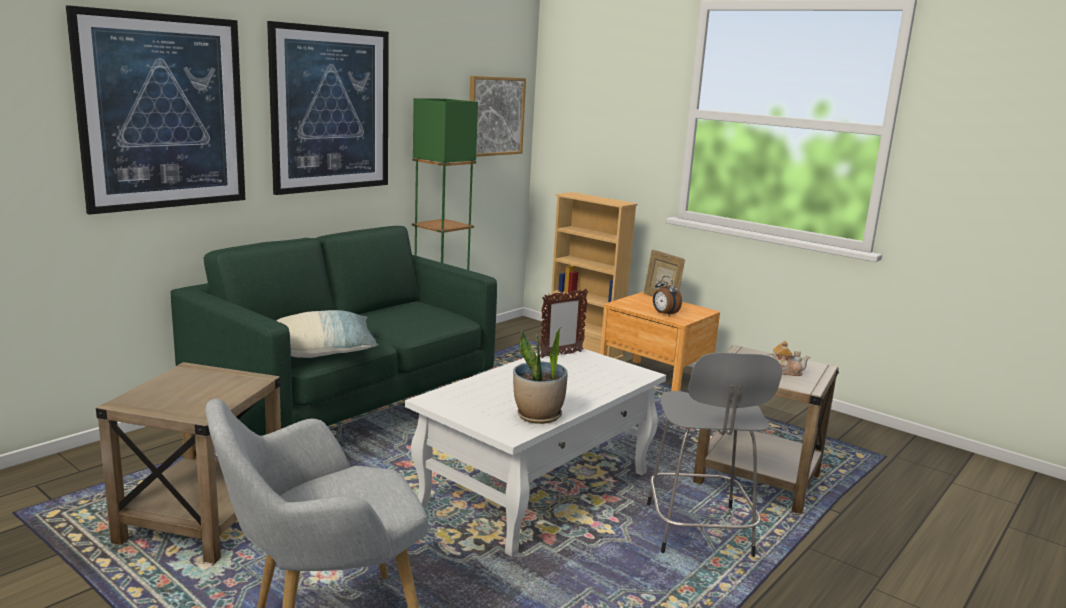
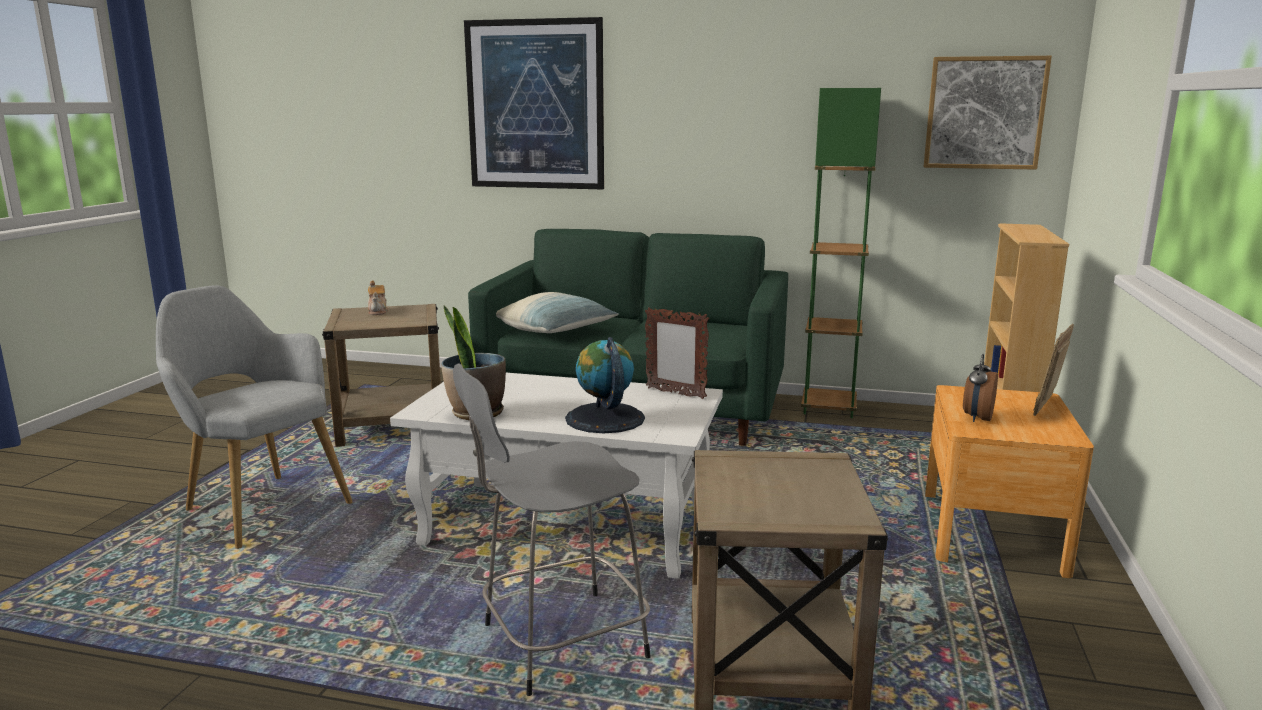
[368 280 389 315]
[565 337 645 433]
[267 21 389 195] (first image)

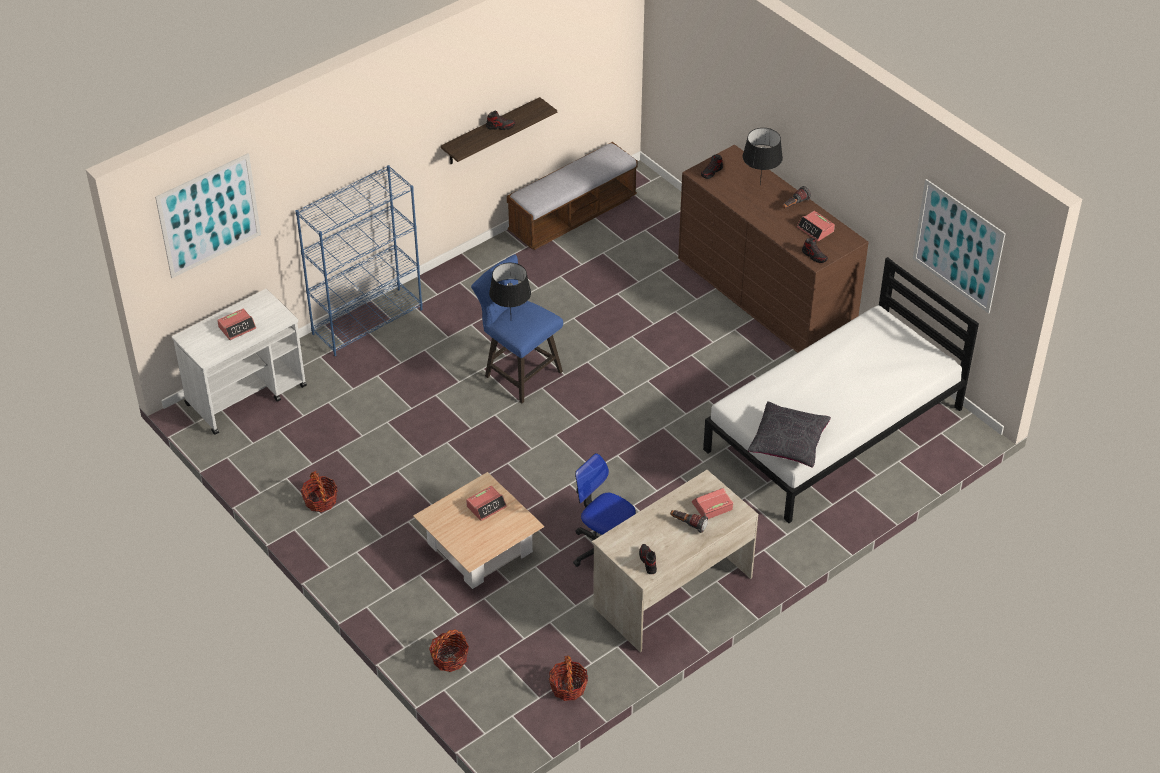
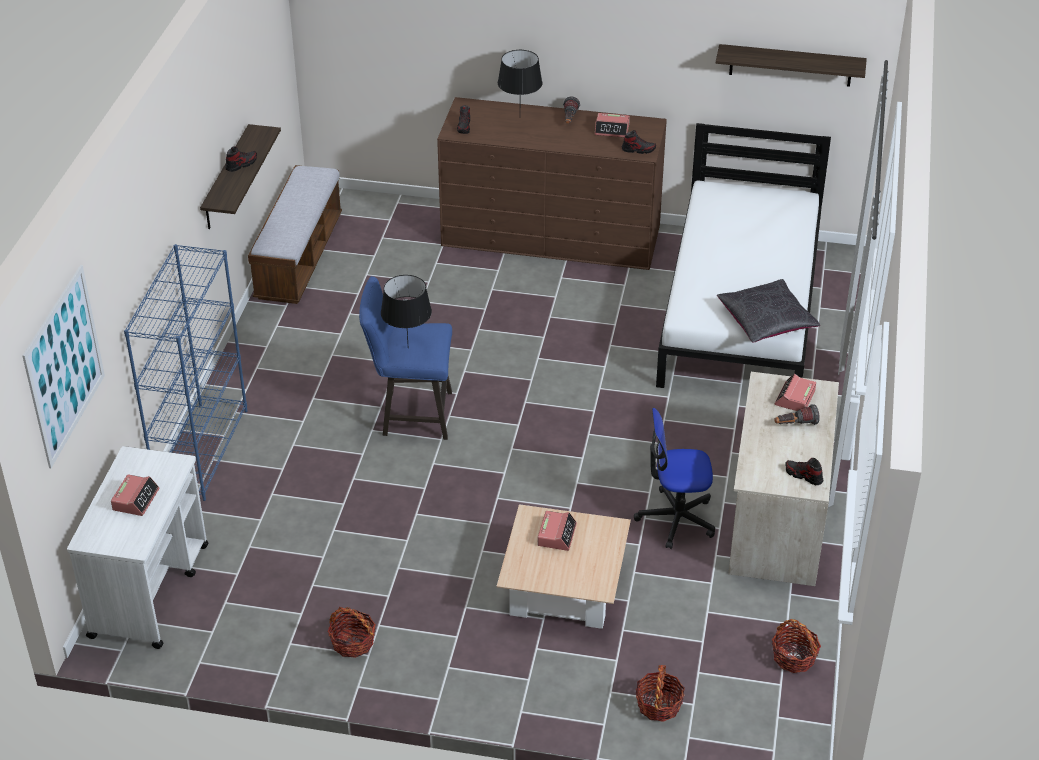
[716 44 867 87]

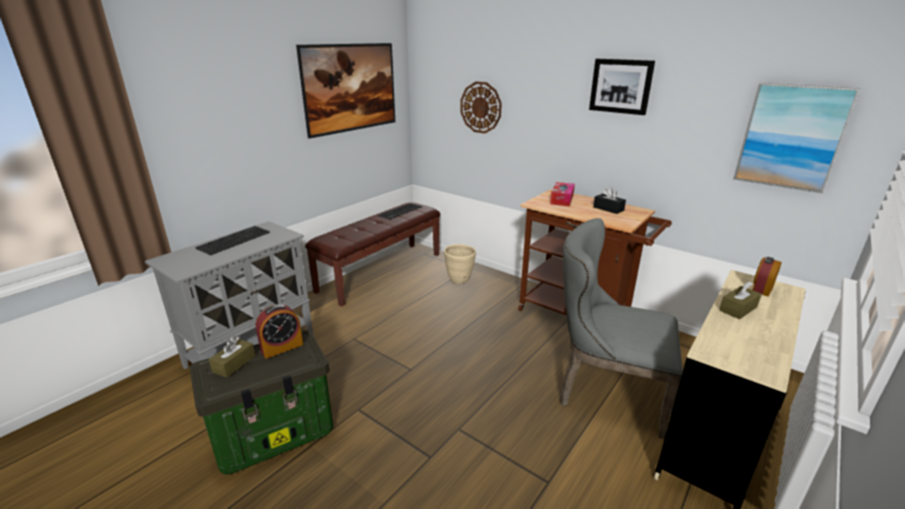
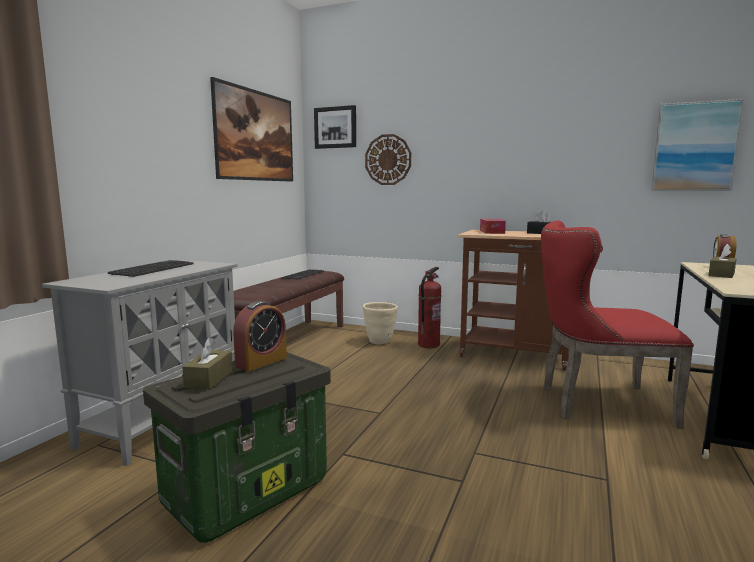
[314 105 356 149]
[418 267 441 348]
[541 221 694 429]

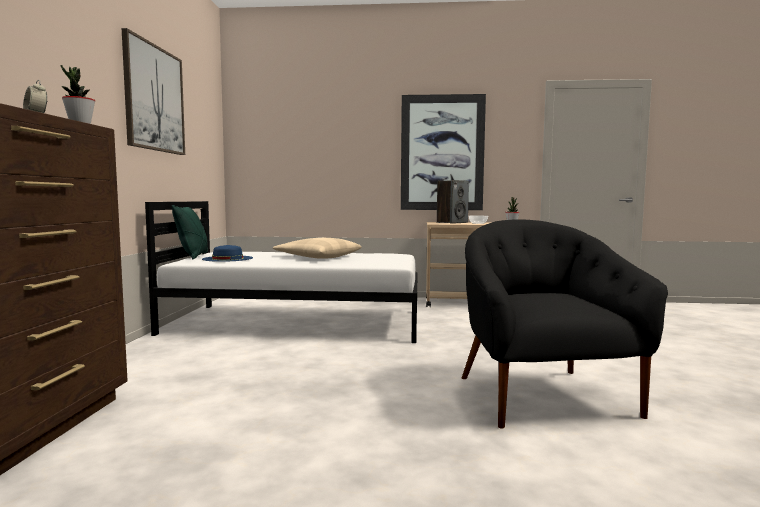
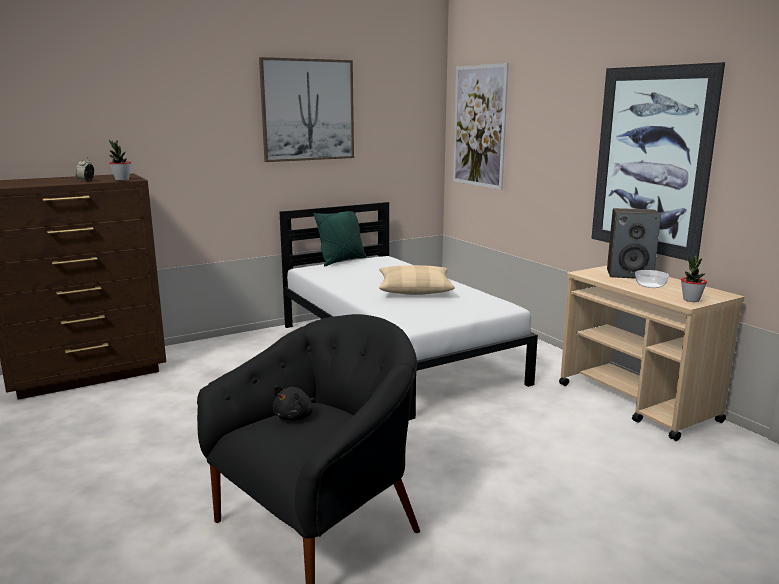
[273 386 316 421]
[453 63 509 190]
[202 245 253 262] (first image)

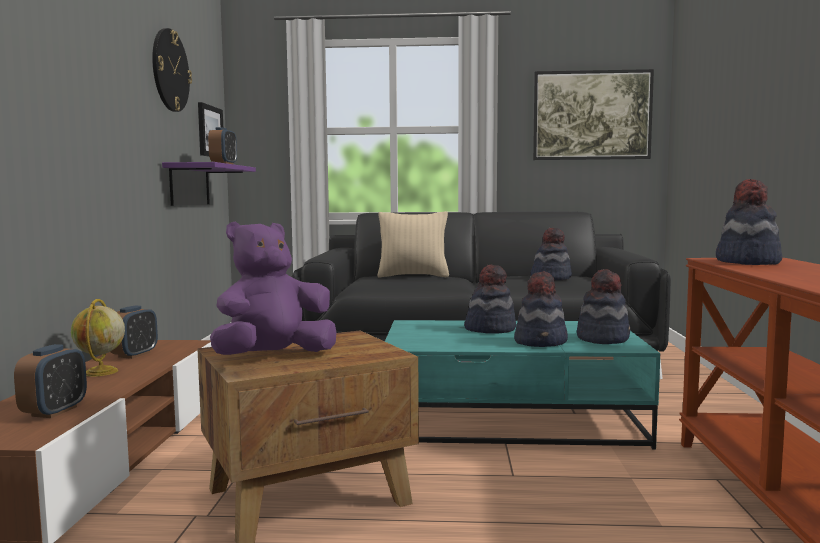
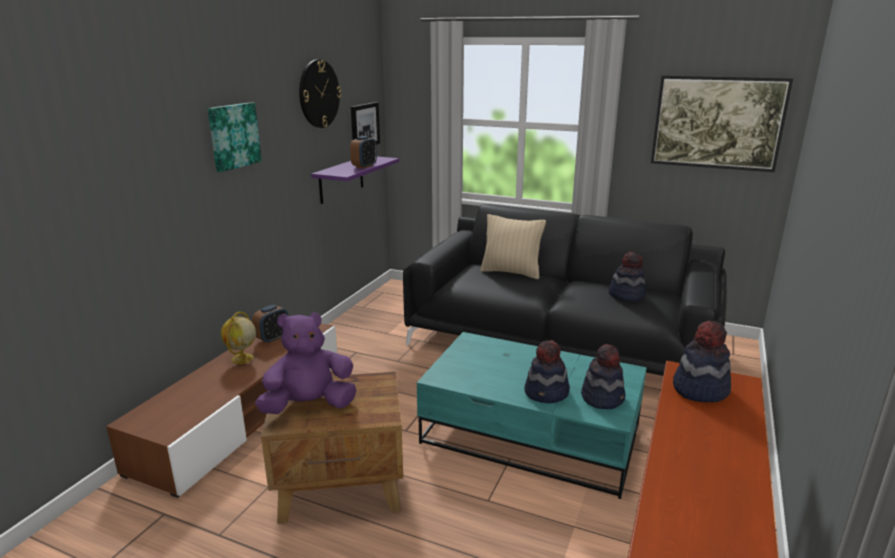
[208 102 262 172]
[14 344 87 418] (first image)
[464 265 516 334] (first image)

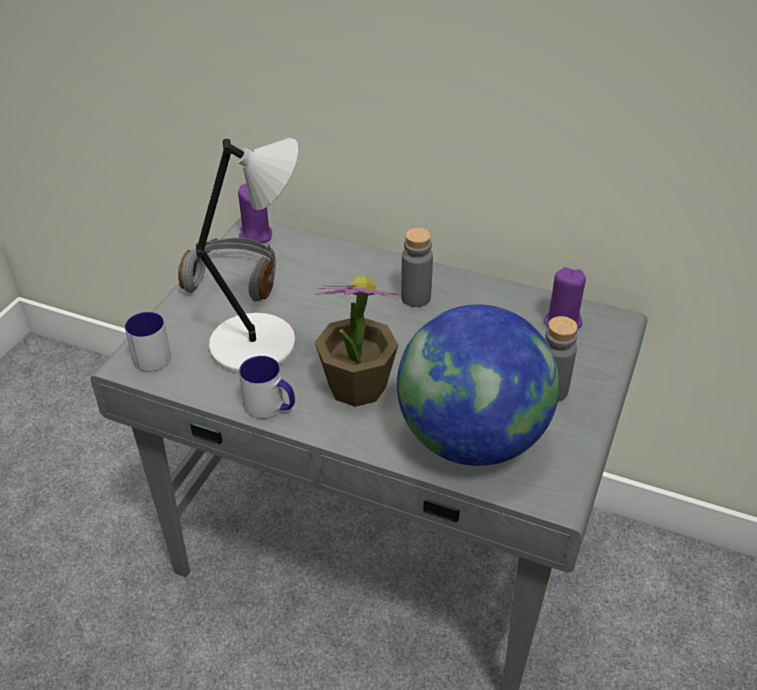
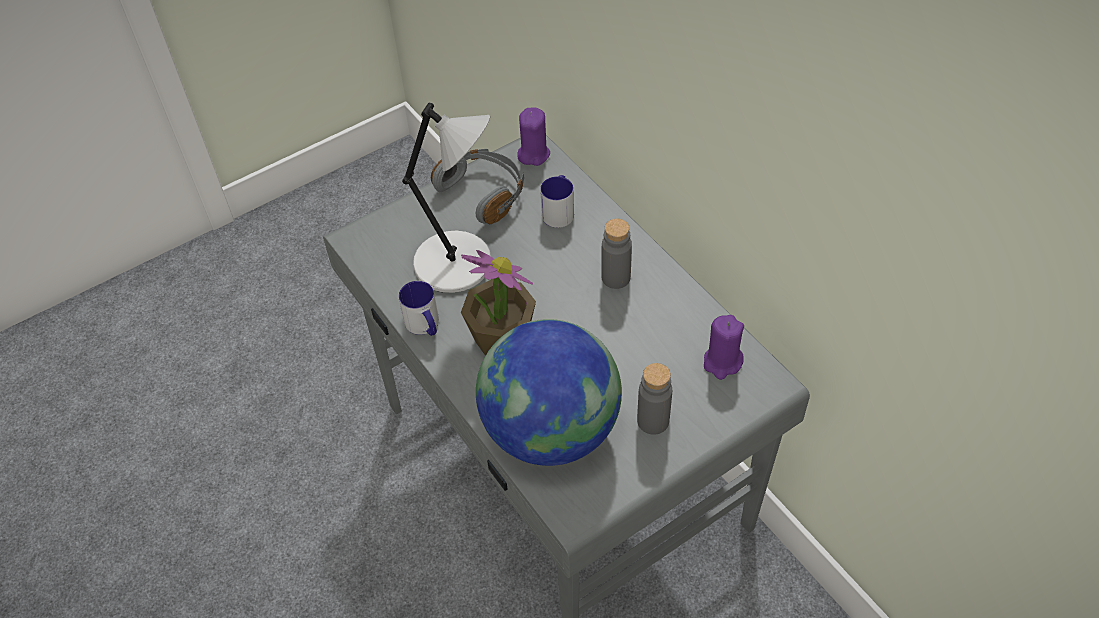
[540 175 574 228]

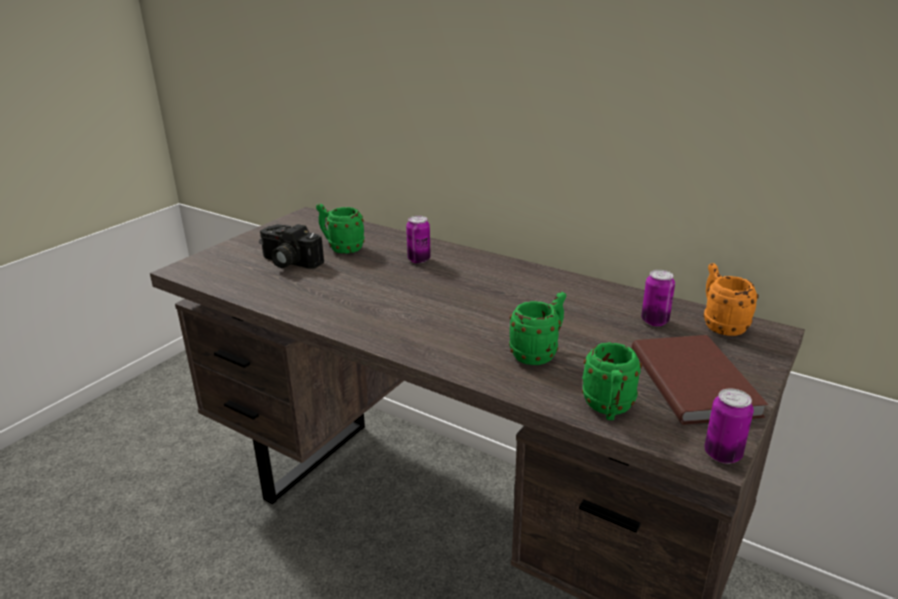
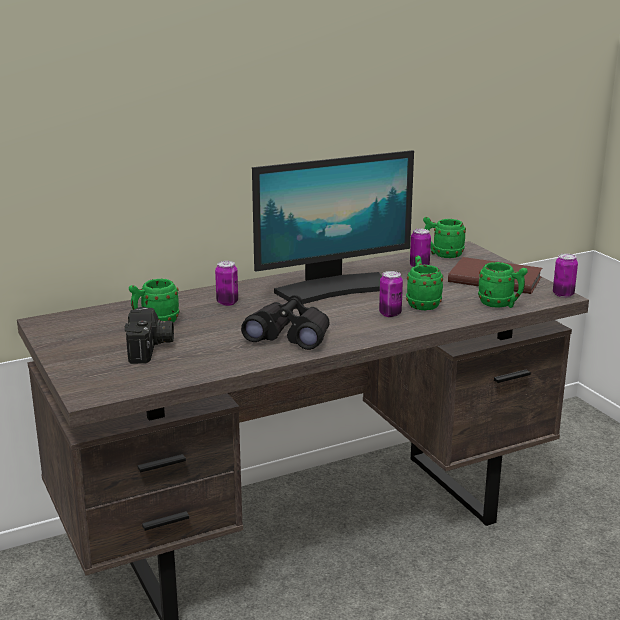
[124 307 174 364]
[241 295 330 350]
[252 150 414 304]
[379 271 403 317]
[423 217 466 258]

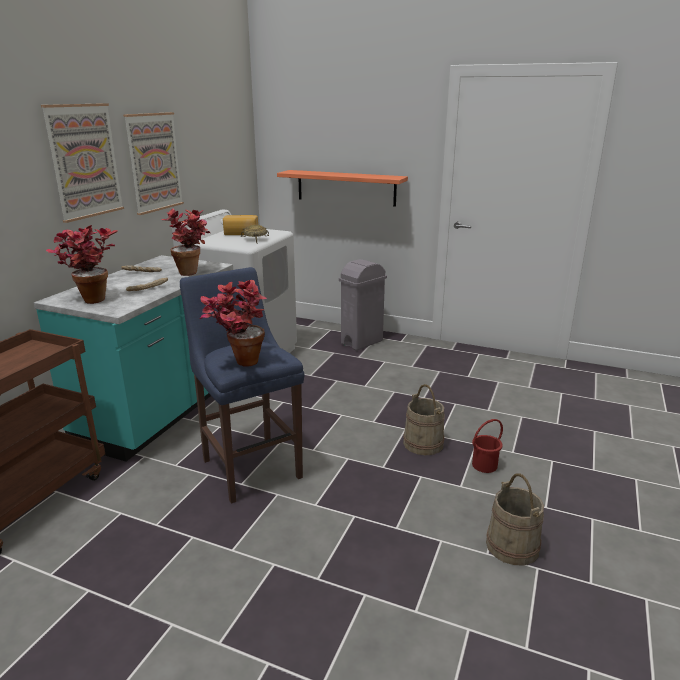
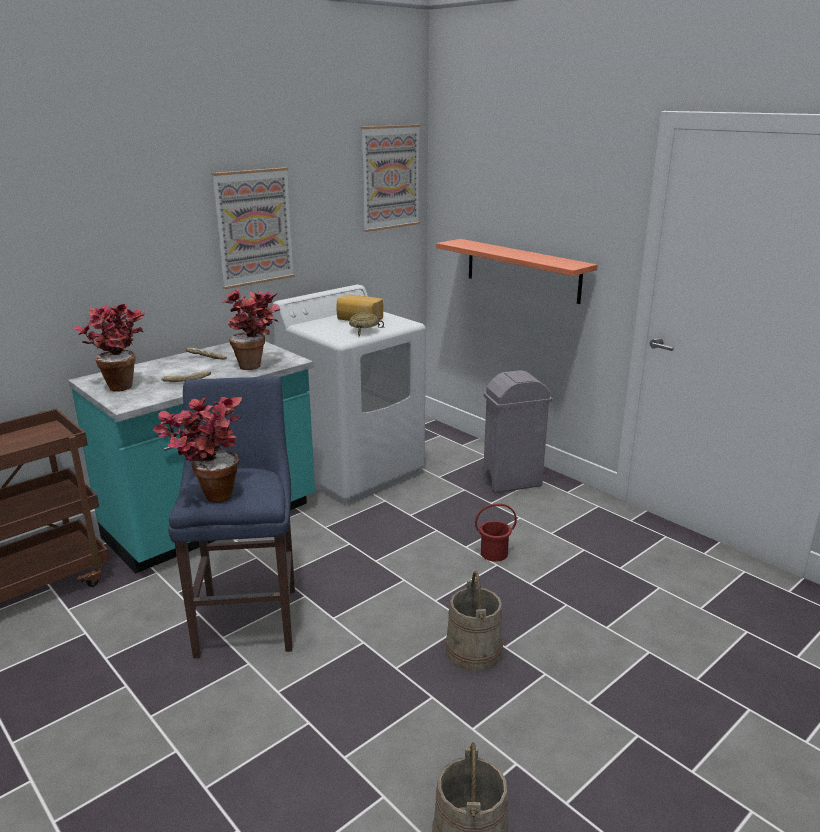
[361 125 420 232]
[475 503 517 562]

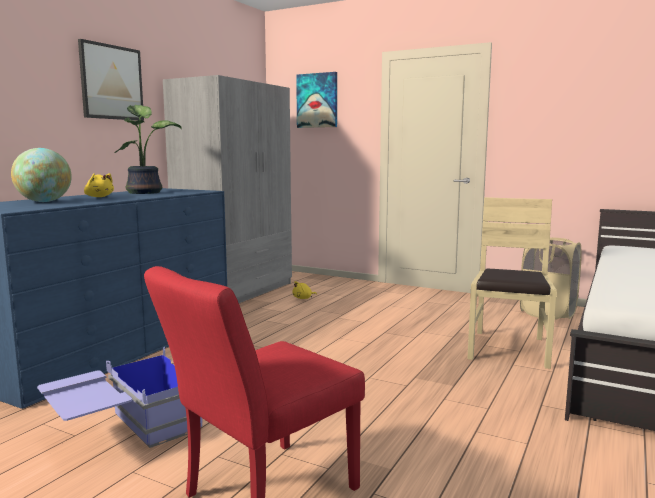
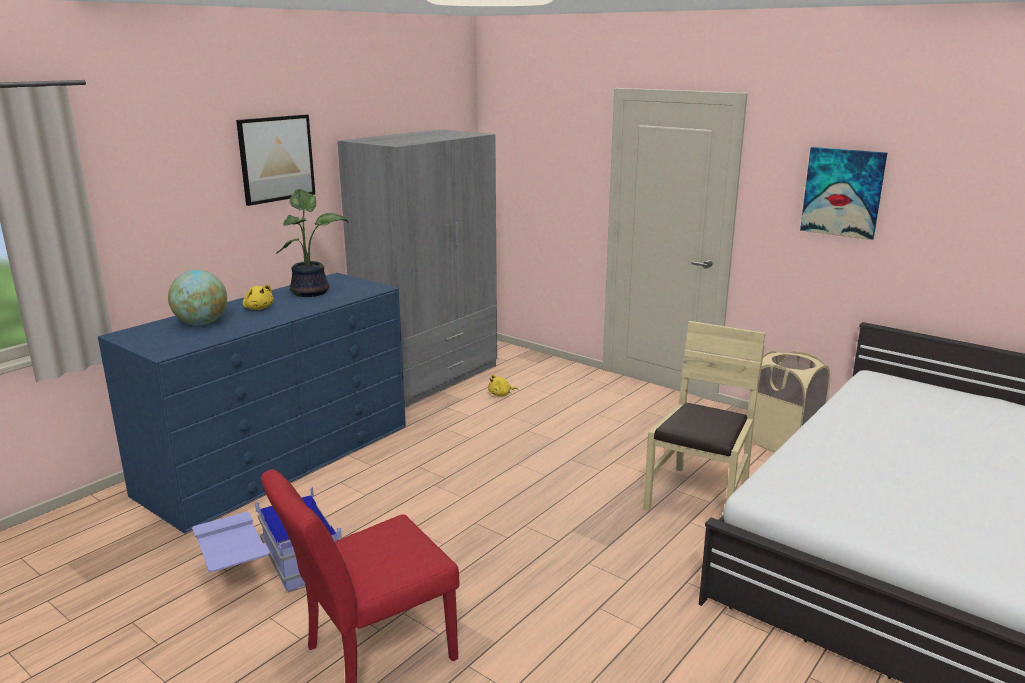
[800 147 887 240]

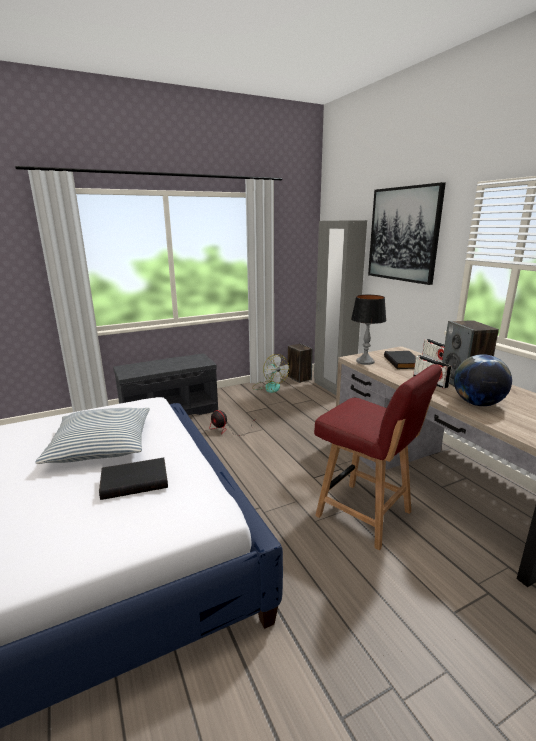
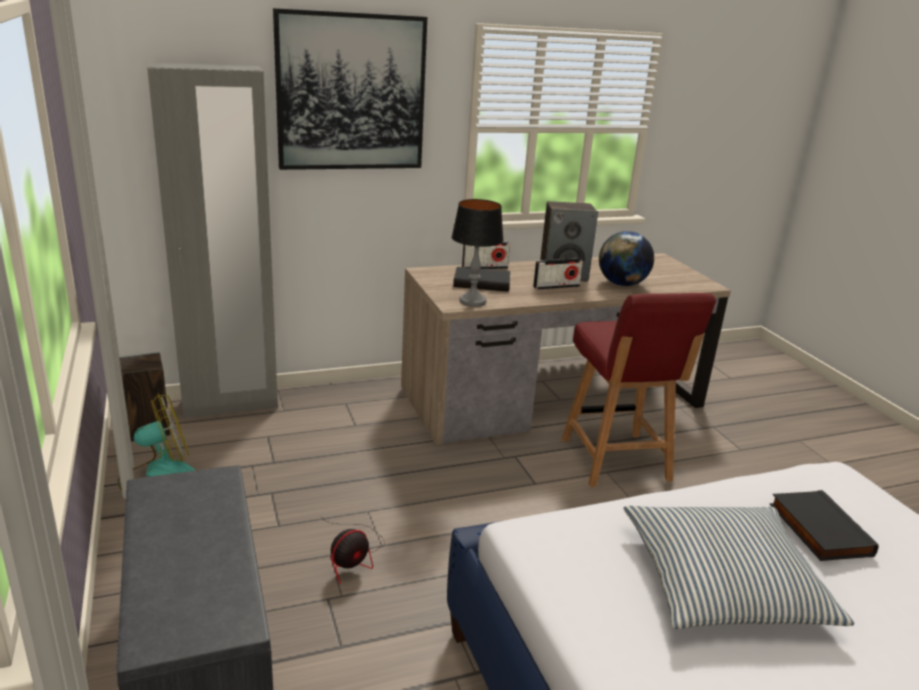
[562 293 716 487]

